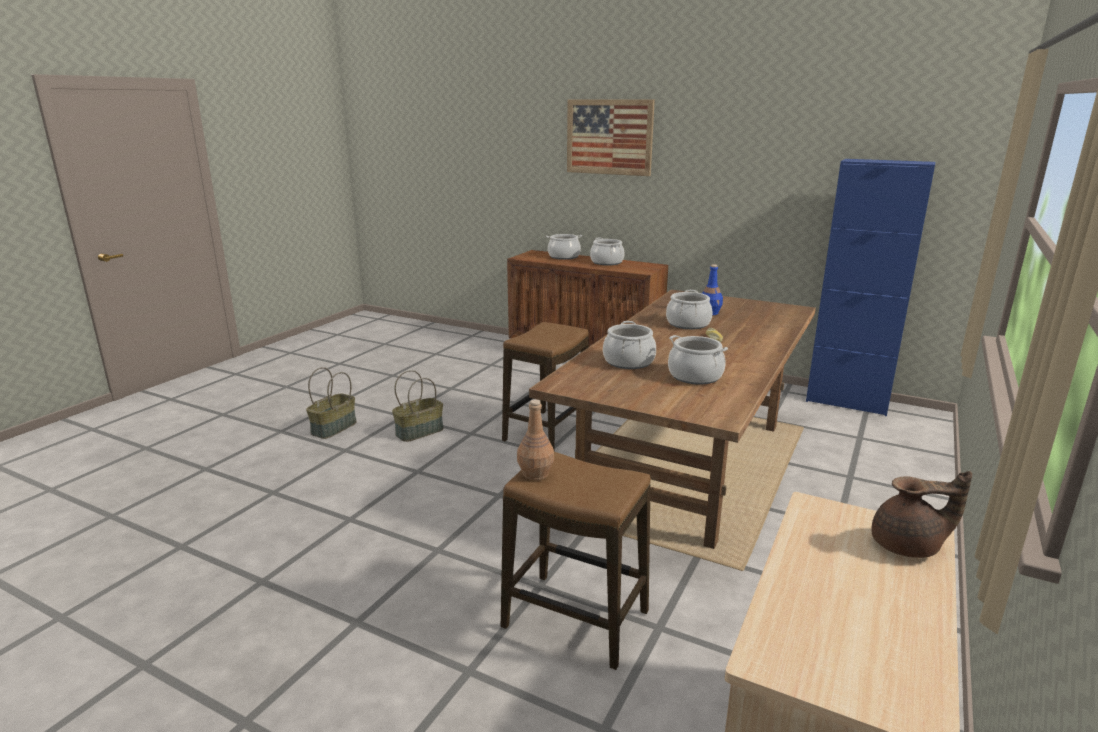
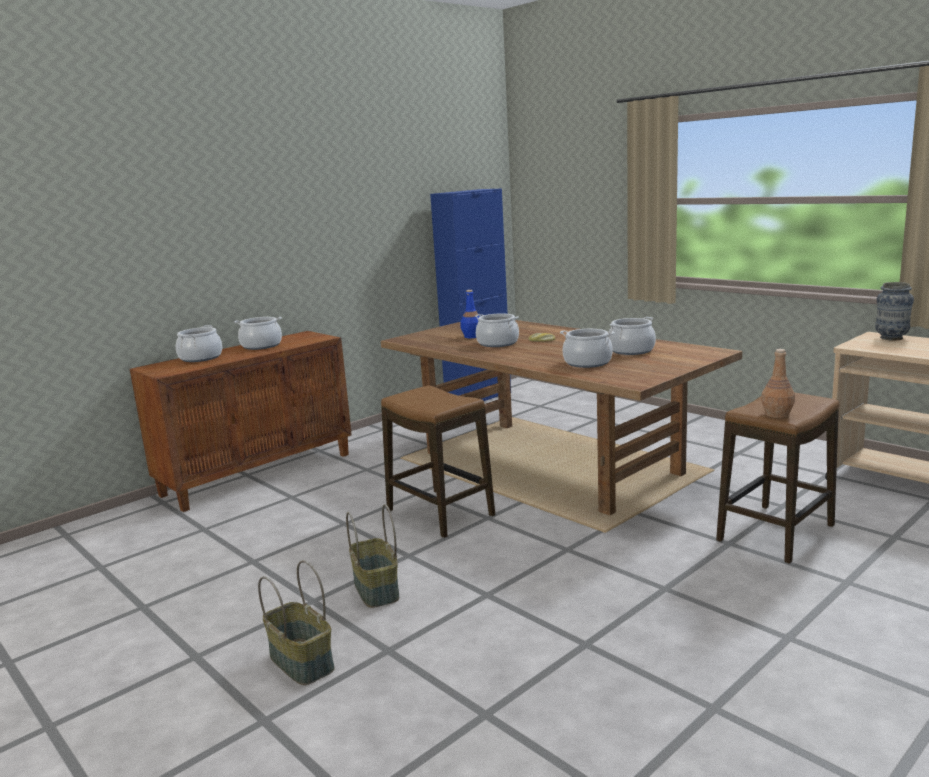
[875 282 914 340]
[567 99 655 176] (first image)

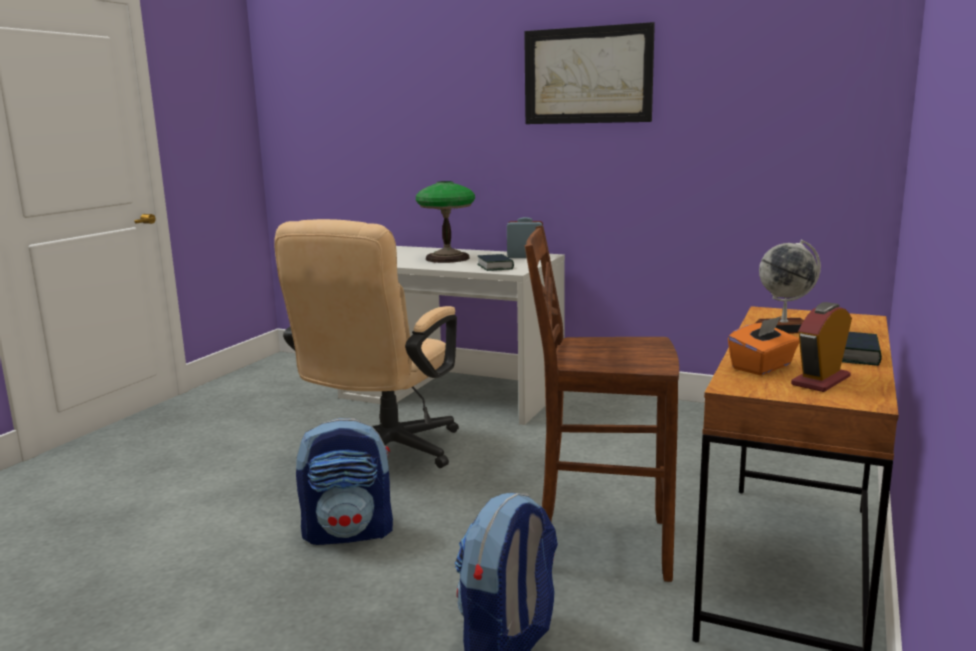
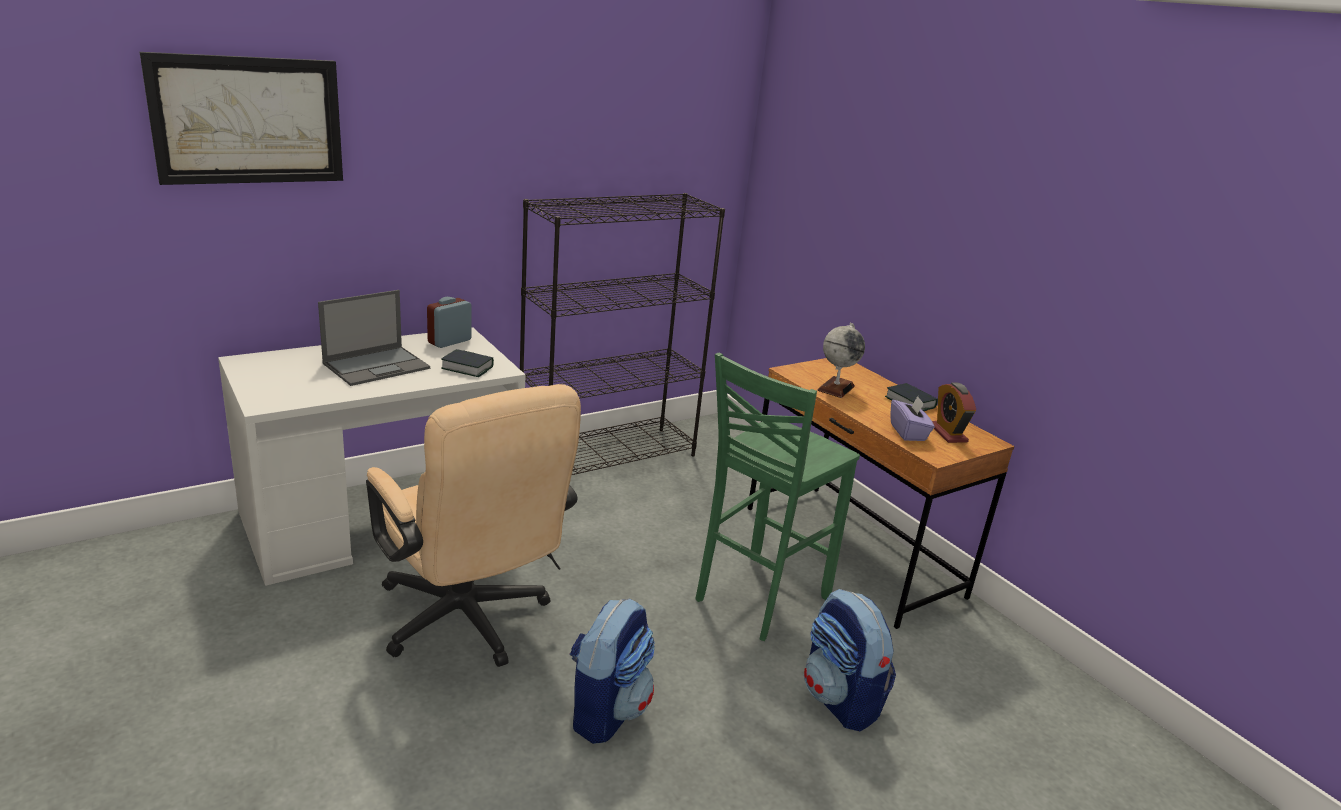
[140 52 343 185]
[318 290 430 386]
[520 193 725 475]
[696 353 860 641]
[891 396 935 441]

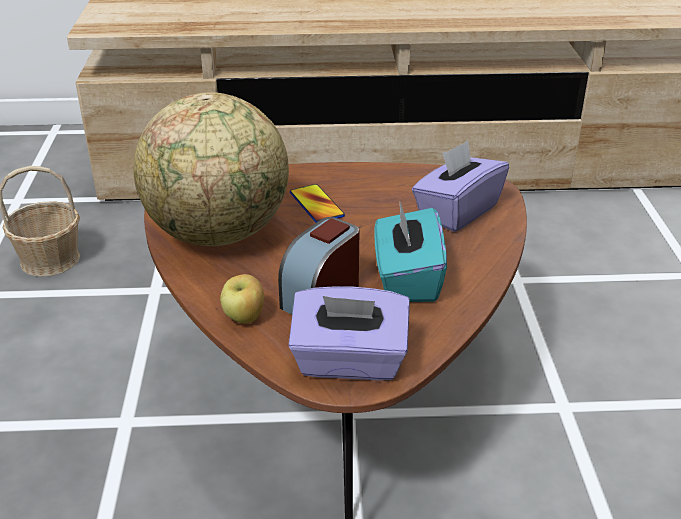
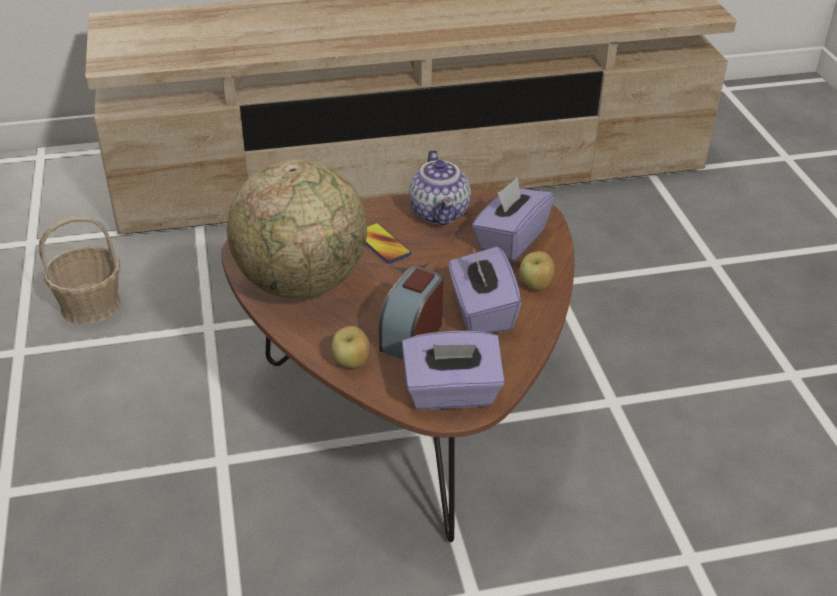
[408 150 471 225]
[449 247 521 333]
[520 251 555 290]

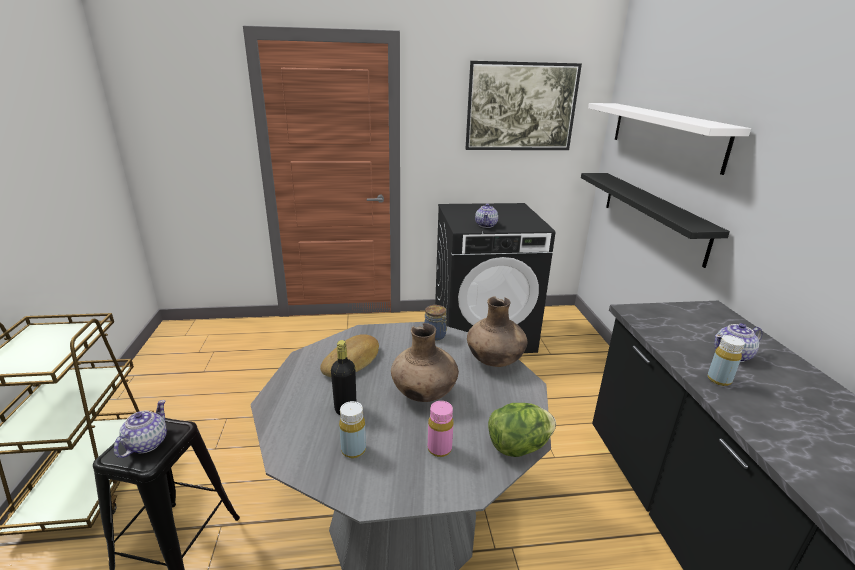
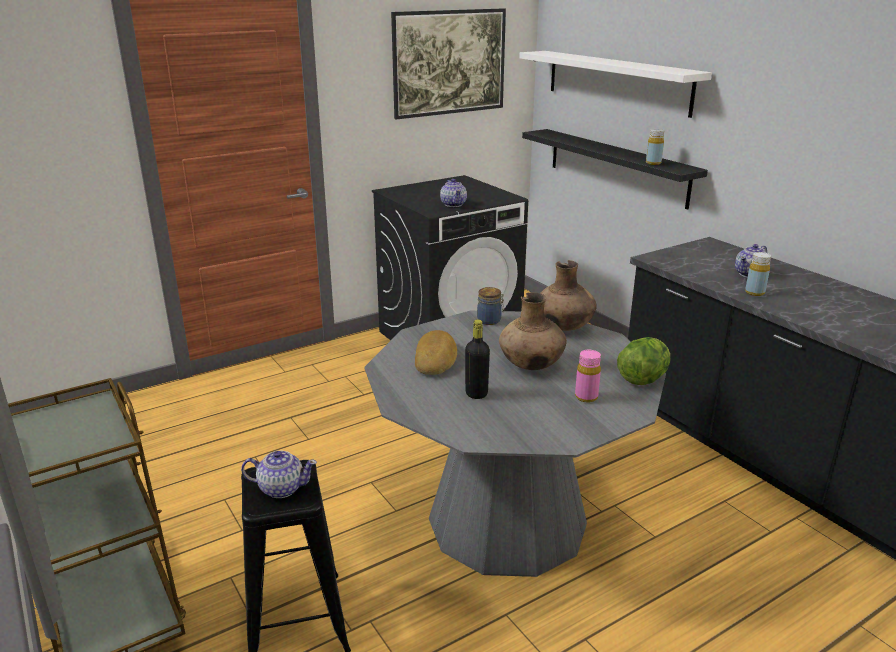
[241 451 317 498]
[646 129 664 165]

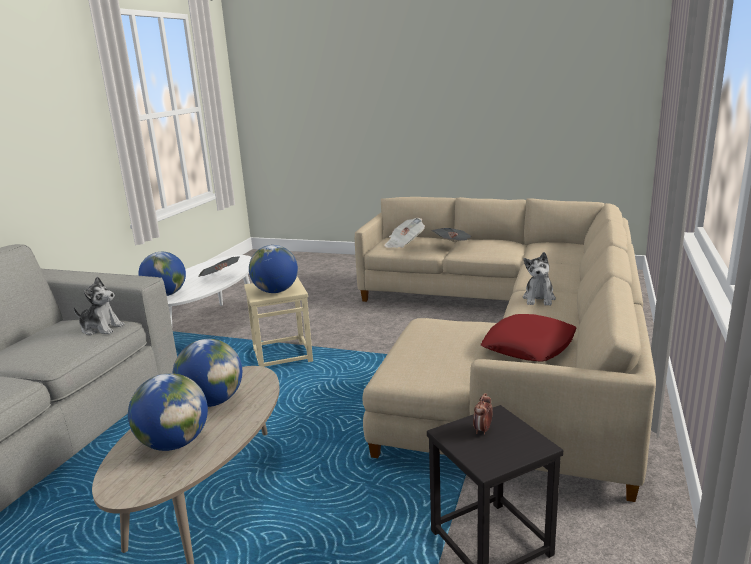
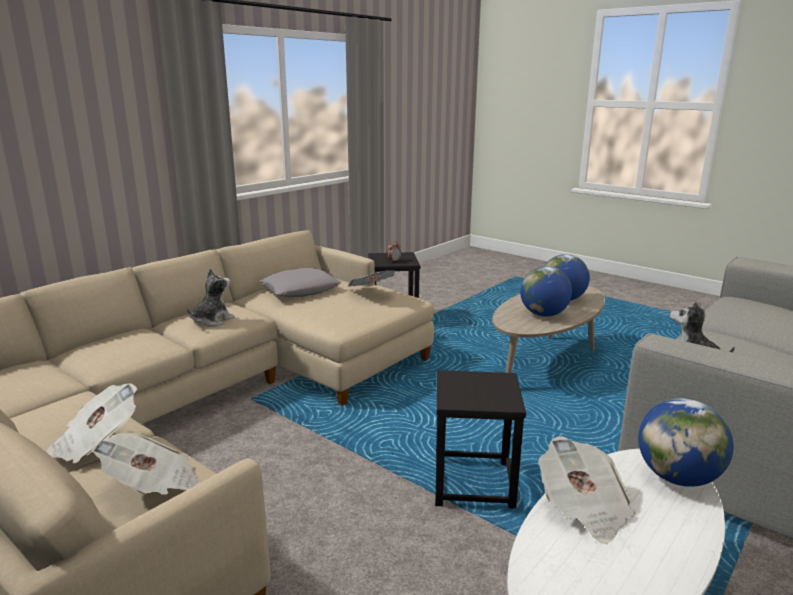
[259 268 341 297]
[347 270 395 287]
[435 370 526 509]
[249 245 298 293] (first image)

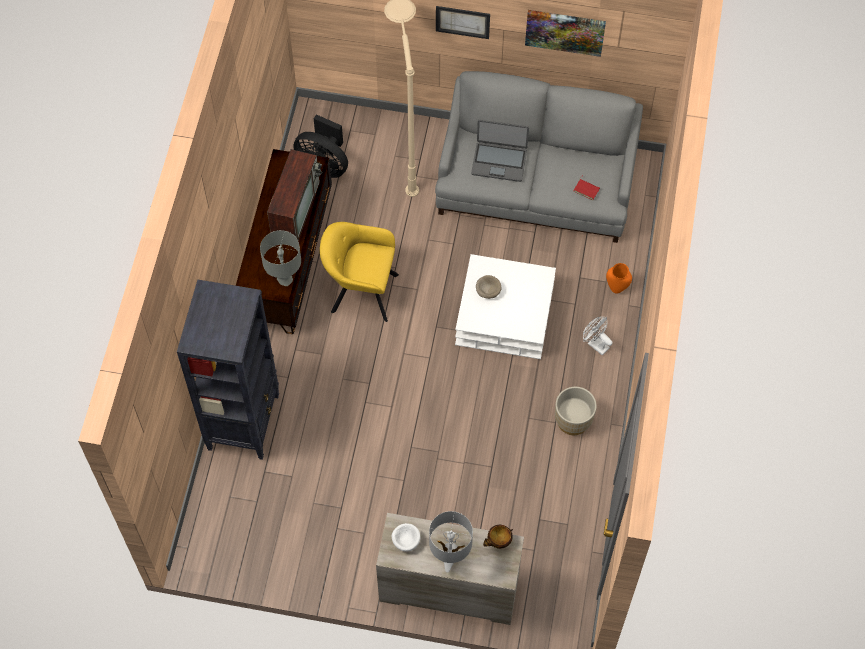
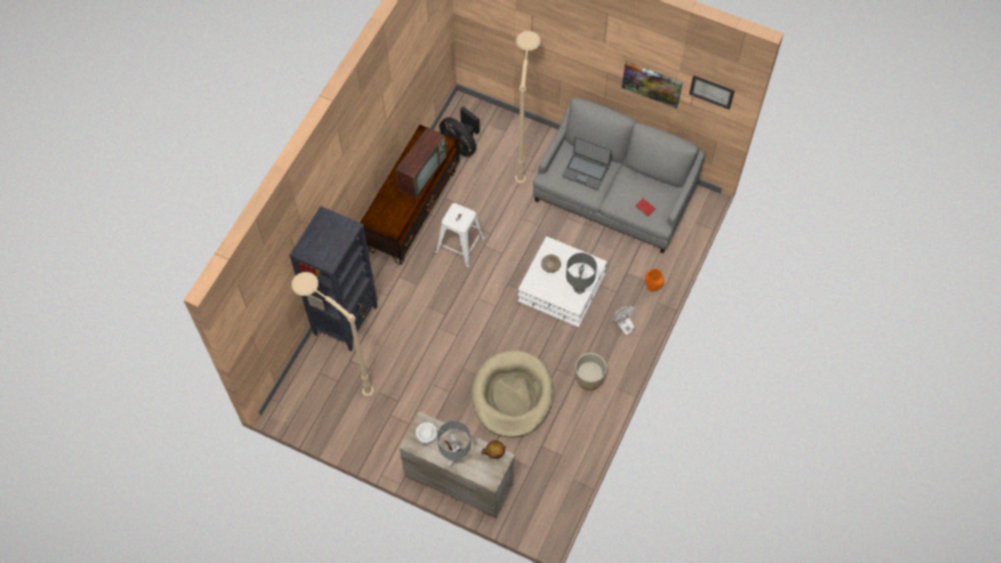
[291 272 374 397]
[435 203 485 268]
[472 350 554 438]
[566 253 597 294]
[689 75 735 110]

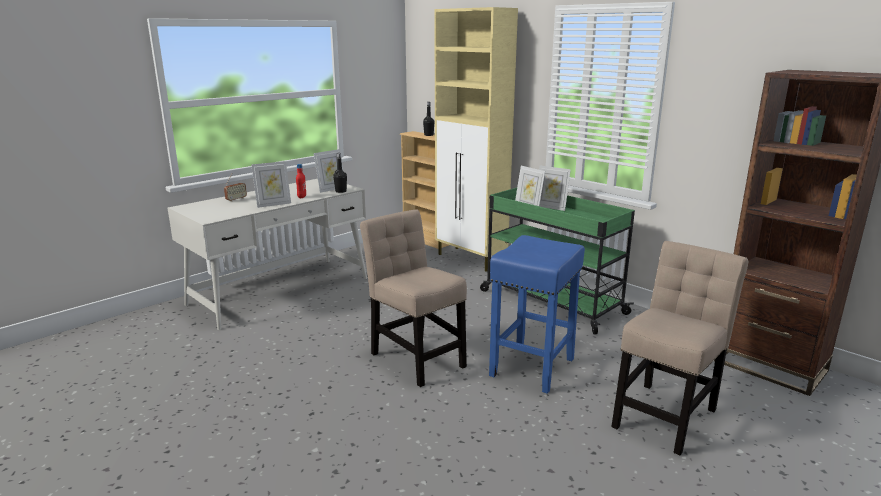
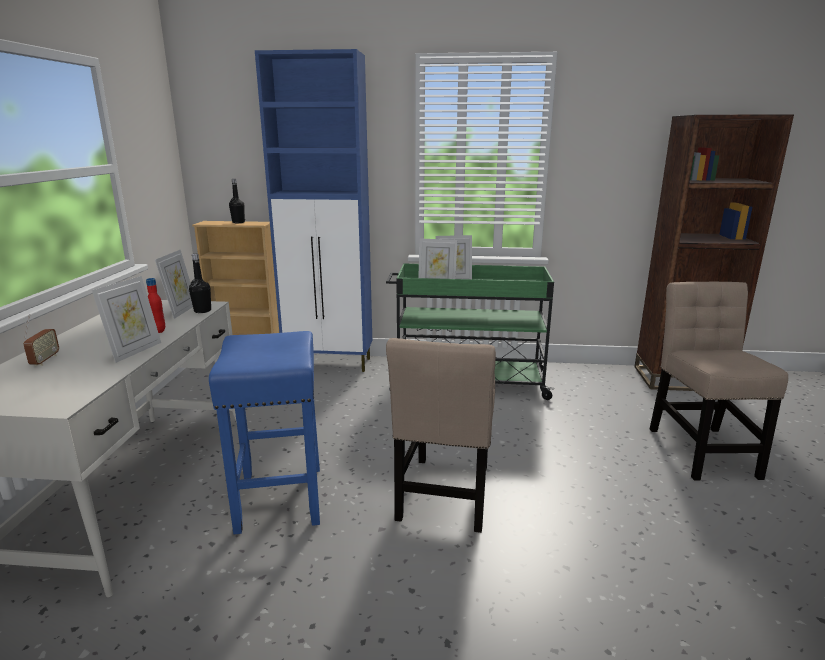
[209 331 320 534]
[255 49 372 372]
[386 338 496 533]

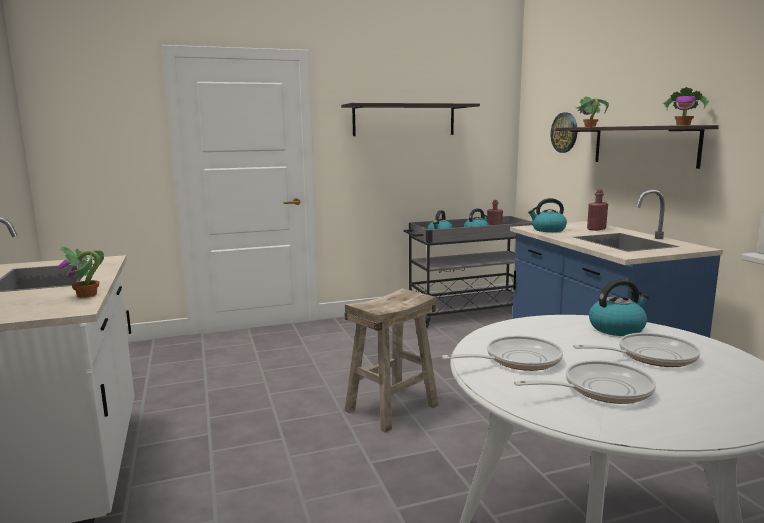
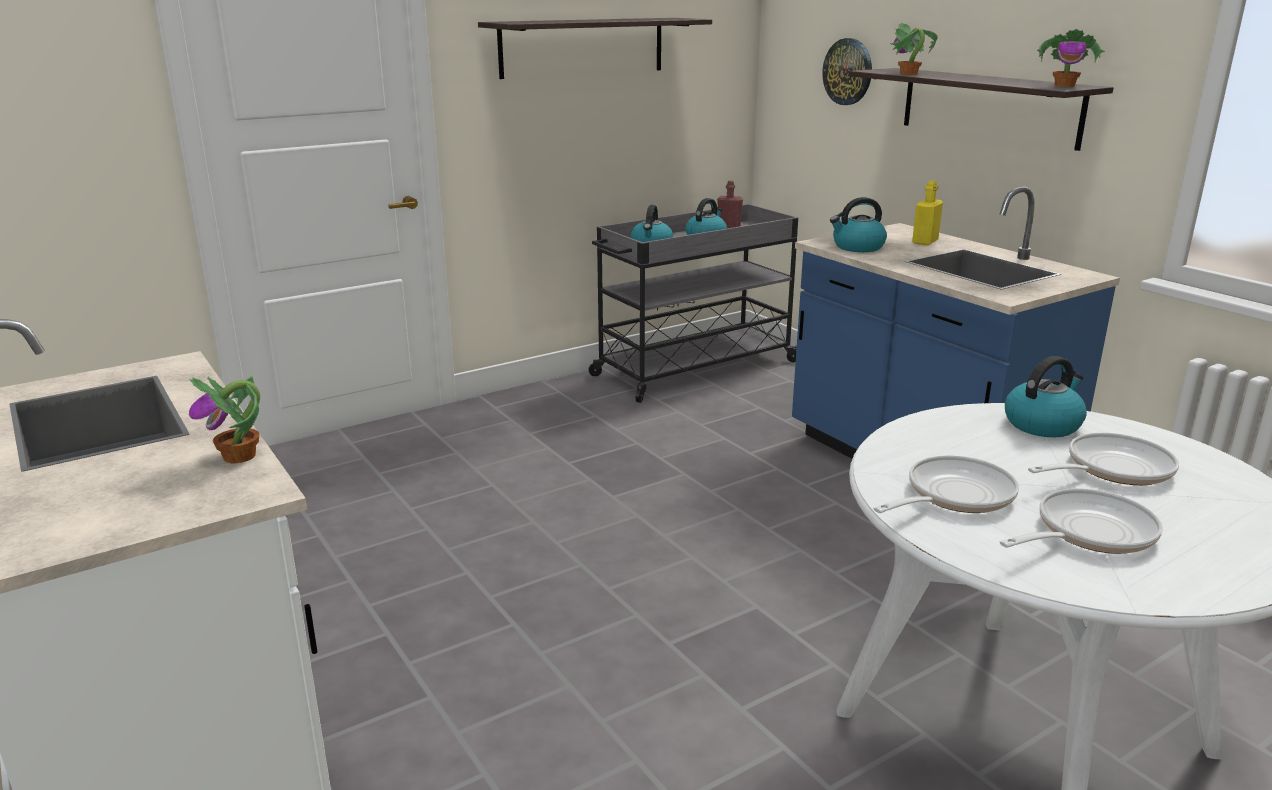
[912 180 943 246]
[345 288 439 433] (first image)

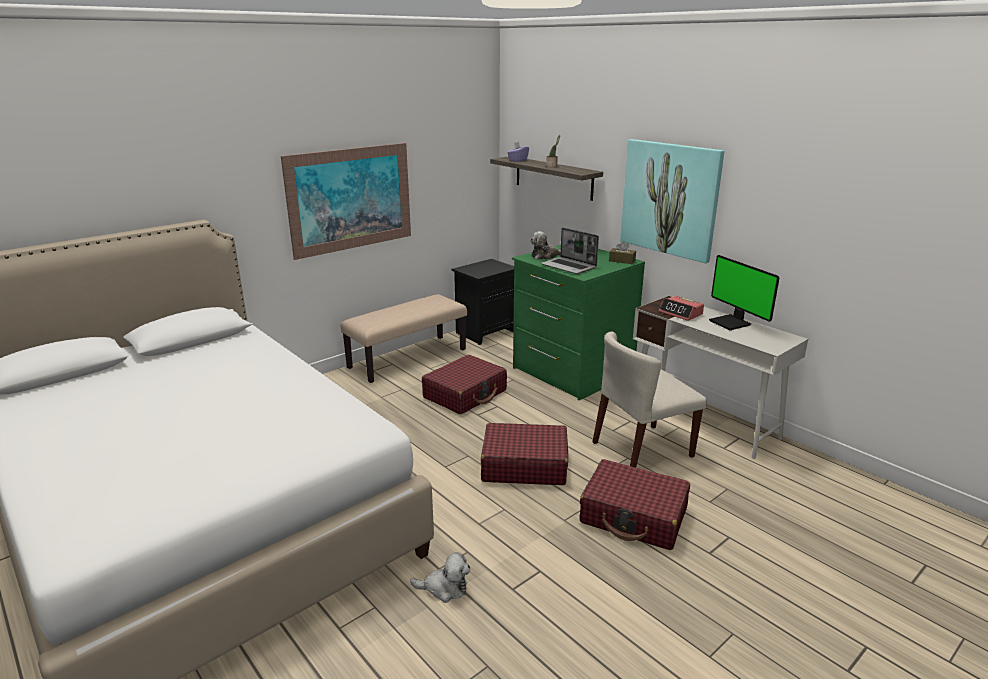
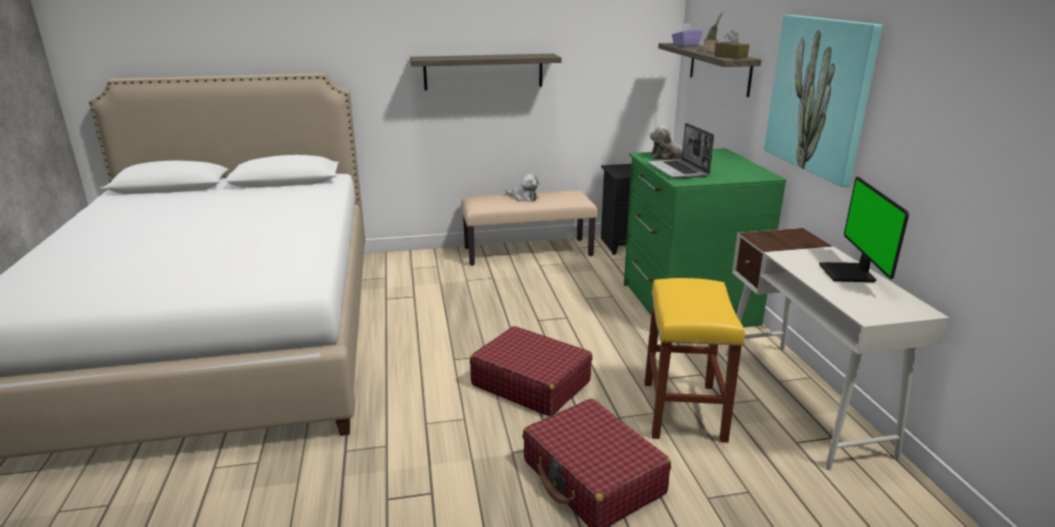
[410 54 562 90]
[505 174 539 202]
[644 278 745 443]
[714 30 749 59]
[422 355 507 414] (first image)
[659 296 704 321] (first image)

